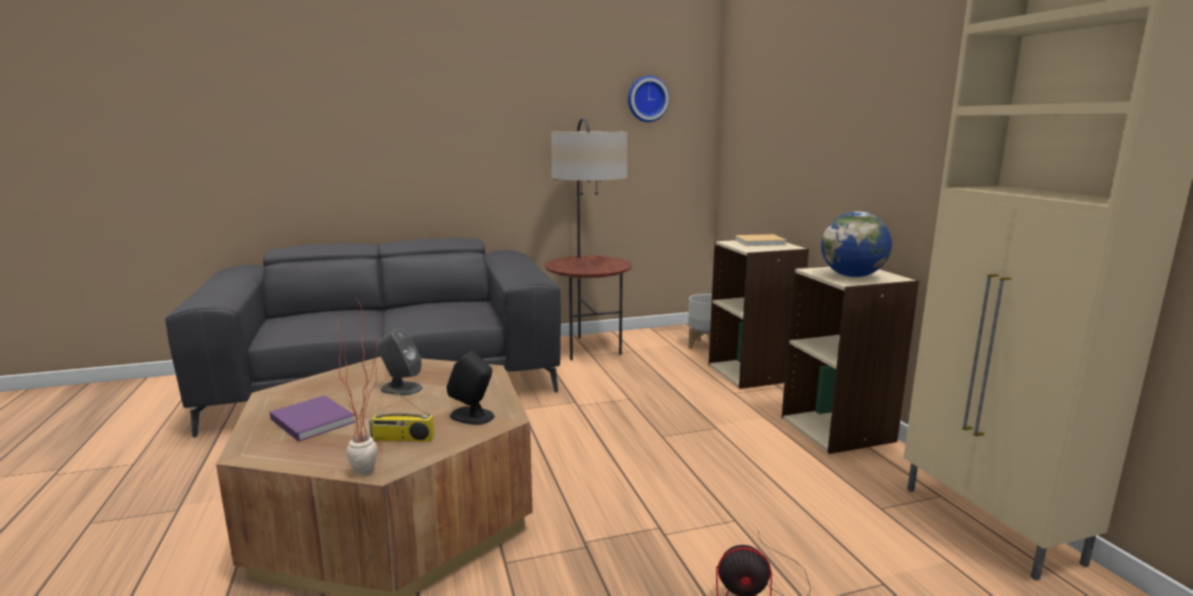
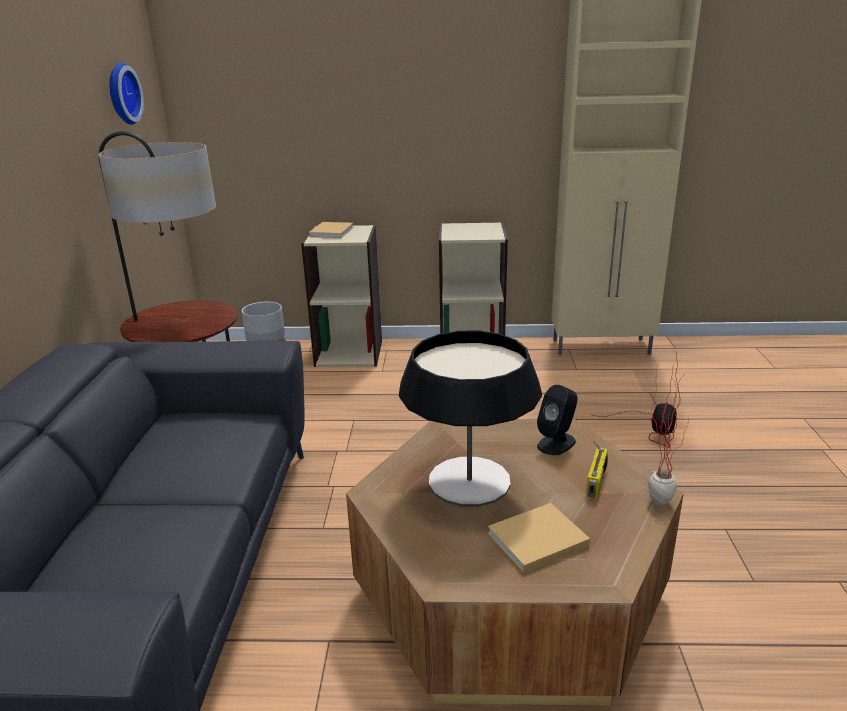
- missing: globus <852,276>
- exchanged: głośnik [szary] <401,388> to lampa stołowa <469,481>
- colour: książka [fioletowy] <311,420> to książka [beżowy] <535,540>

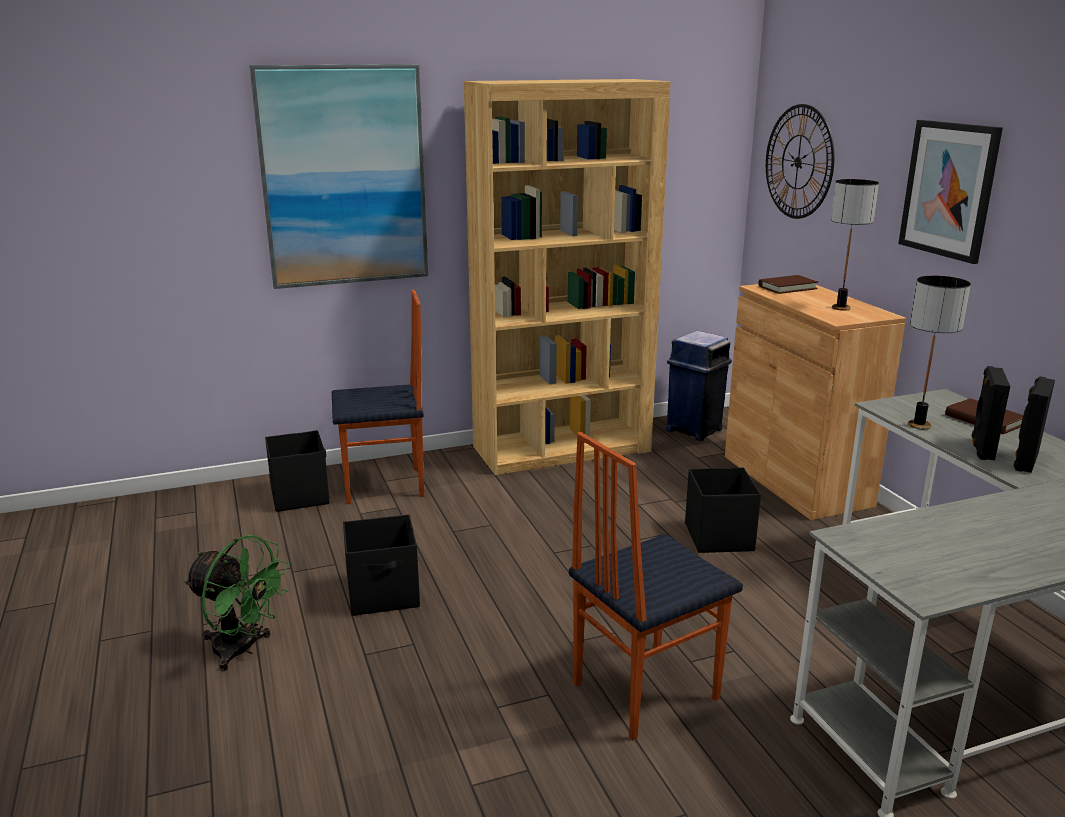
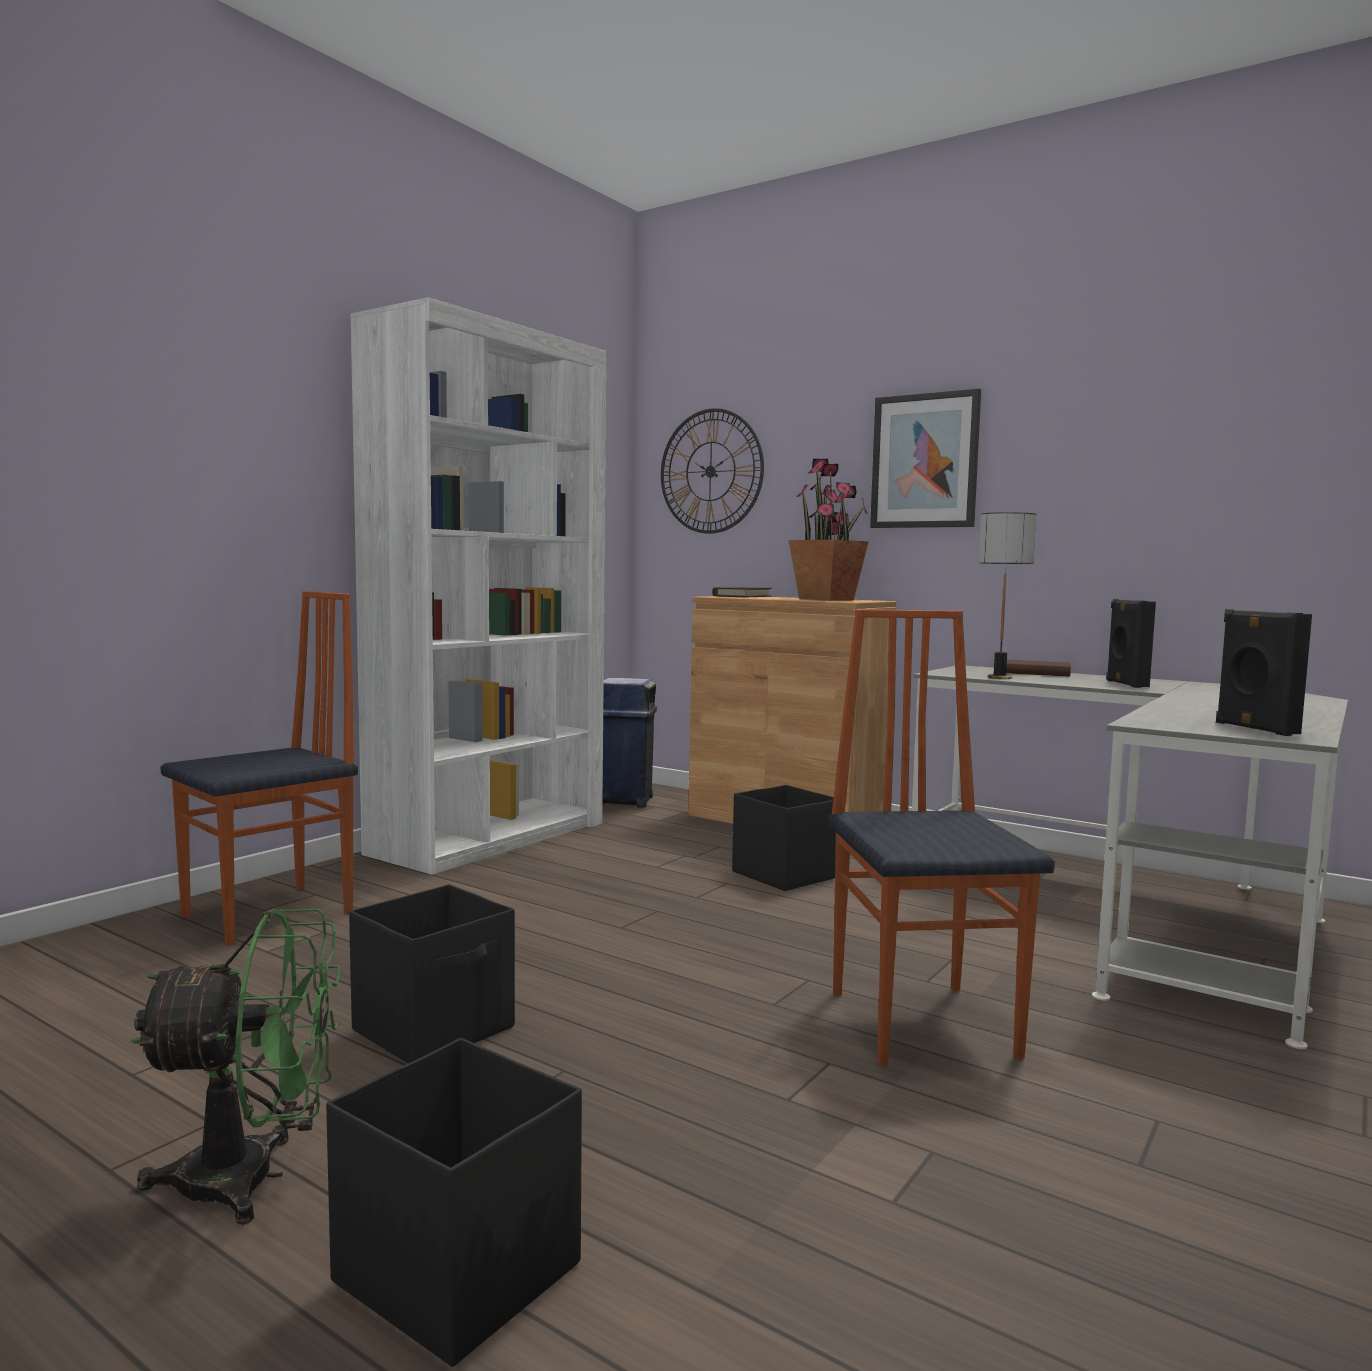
- missing: obraz <344,177>
- colour: regał [brązowy] <562,449> to regał [biały] <490,838>
- exchanged: lampa stołowa <840,308> to roślina doniczkowa <827,599>
- relocated: głośnik [czarny] <981,448> to <1254,728>
- relocated: pojemnik do przechowywania [czarny] <300,495> to <457,1271>
- spun: krzesło <643,690> = <924,1022> 150 degrees clockwise

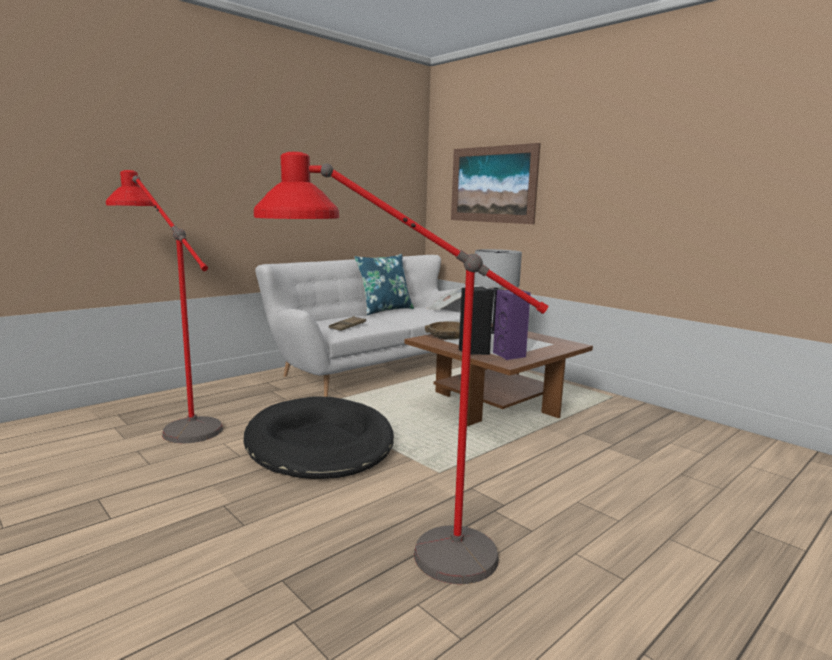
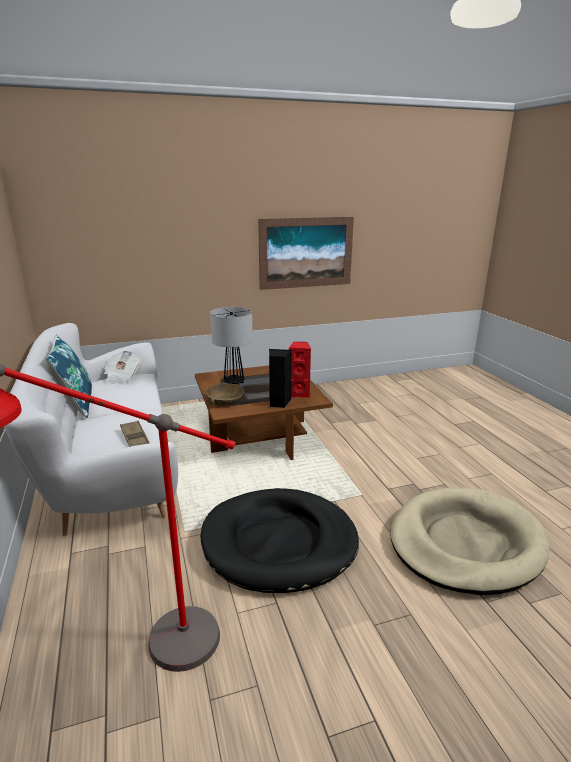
- relocated: obraz <492,184> to <306,252>
- exchanged: lampa stojąca [czerwony] <395,557> to legowisko [beżowy] <465,543>
- colour: głośnik [fioletowy] <510,355> to głośnik [czerwony] <299,393>

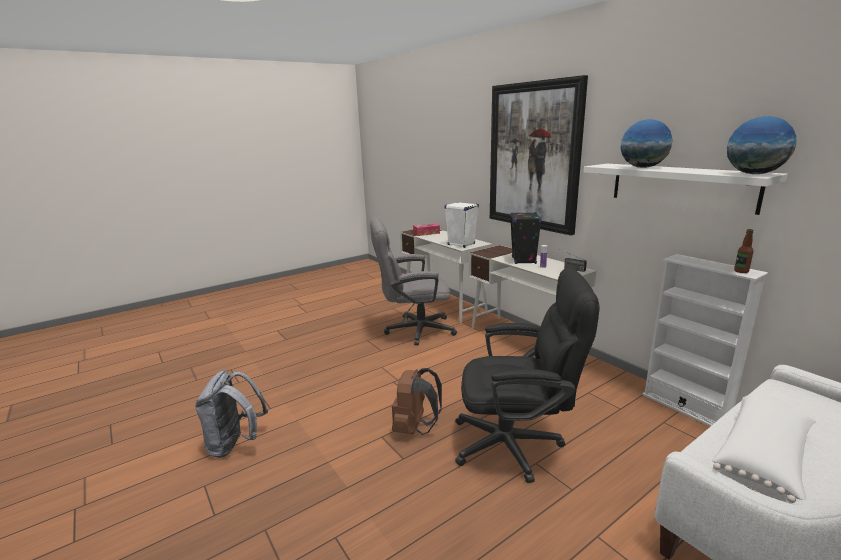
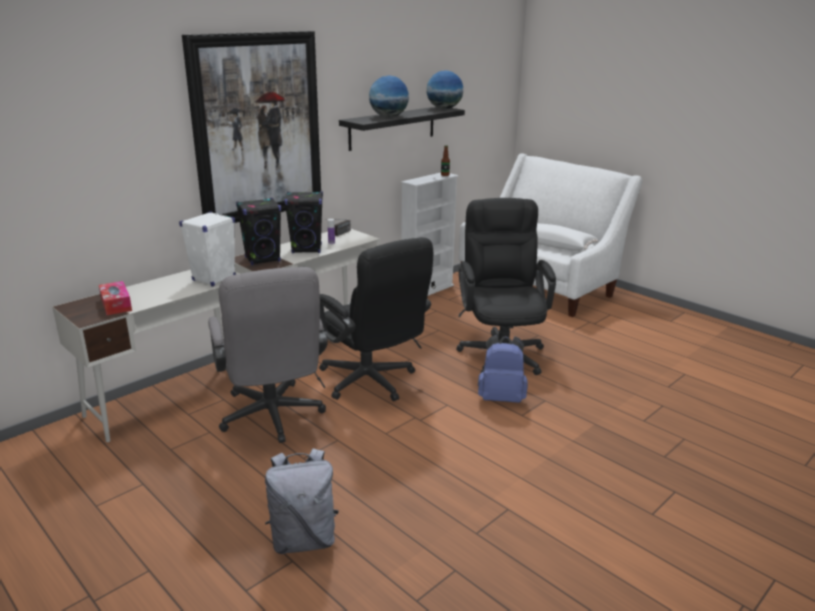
- colour: półka [biały] <681,186> to półka [czarny] <392,128>
- colour: plecak [brązowy] <415,428> to plecak [niebieski] <501,398>
- relocated: plecak [szary] <235,444> to <303,539>
- appeared: głośnik [czarny] <263,259>
- appeared: krzesło biurowe [czarny] <372,383>

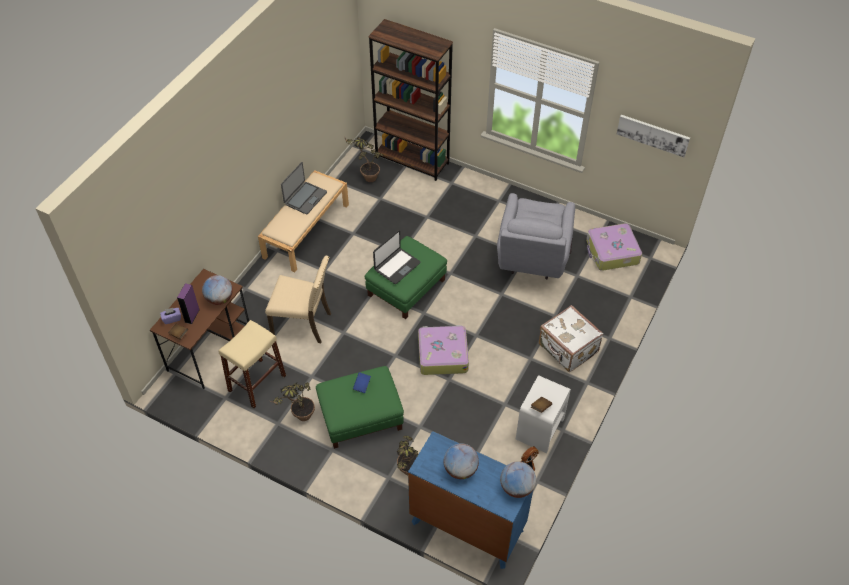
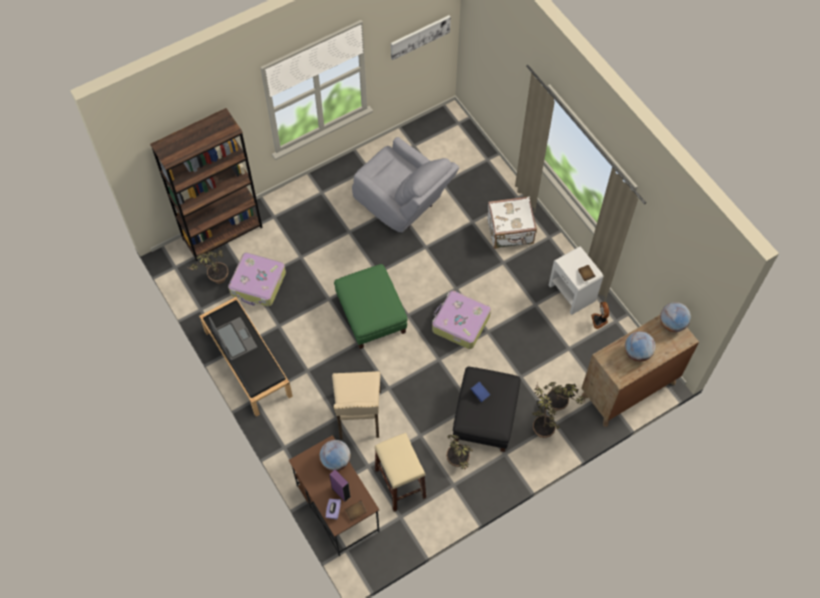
- colour: ławka [beżowy] <306,230> to ławka [czarny] <247,363>
- relocated: walizka <612,252> to <258,284>
- missing: laptop <396,266>
- spun: krzesło [beżowy] <303,324> = <358,416> 135 degrees clockwise
- colour: pufa [zielony] <361,416> to pufa [czarny] <484,415>
- colour: komoda [niebieski] <467,526> to komoda [brązowy] <628,389>
- appeared: roślina doniczkowa <540,426>

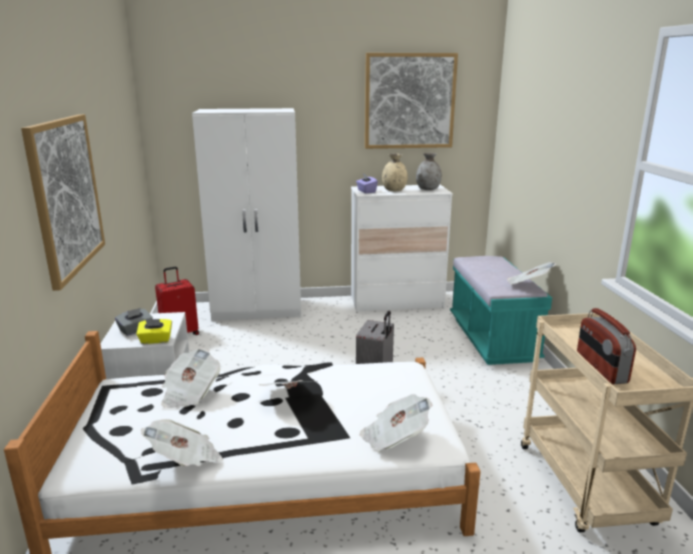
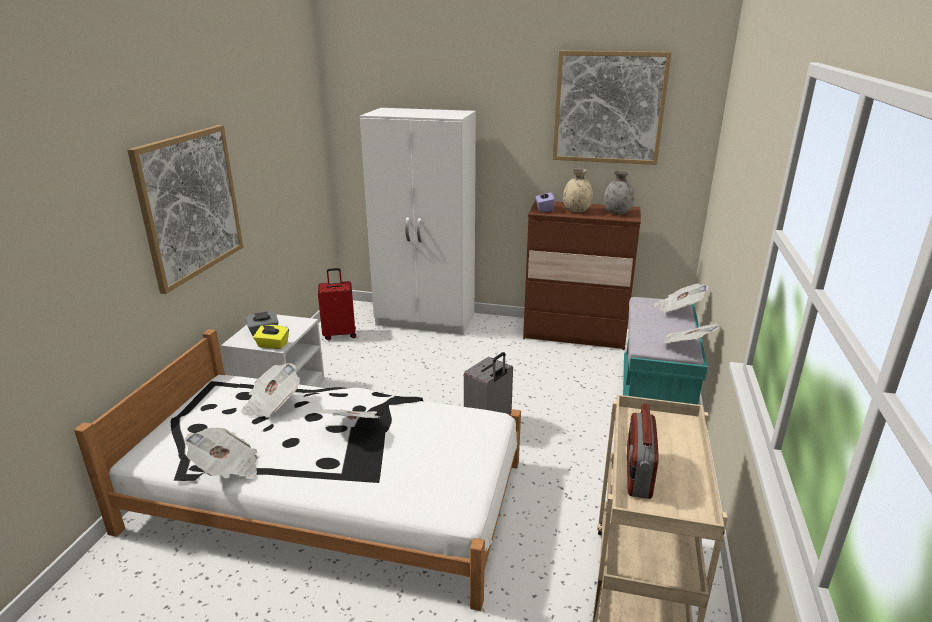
- colour: komoda [biały] <396,302> to komoda [brązowy] <574,334>
- relocated: gazeta <394,437> to <678,309>

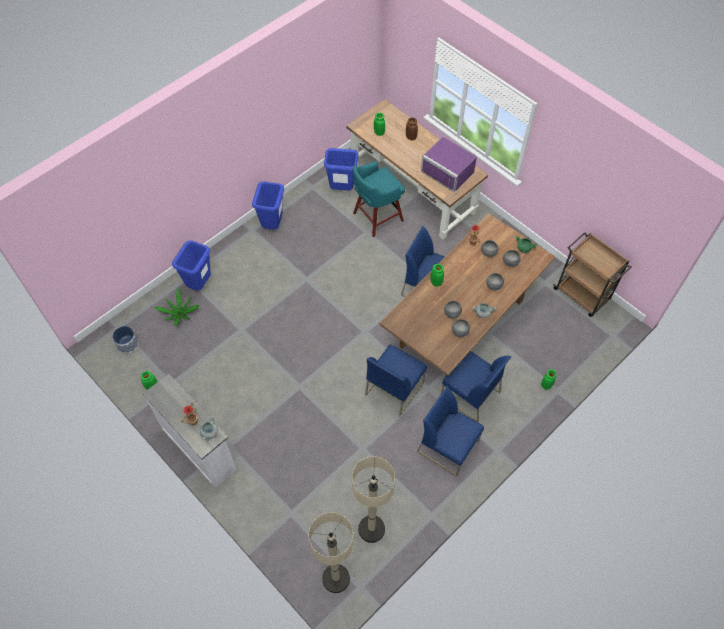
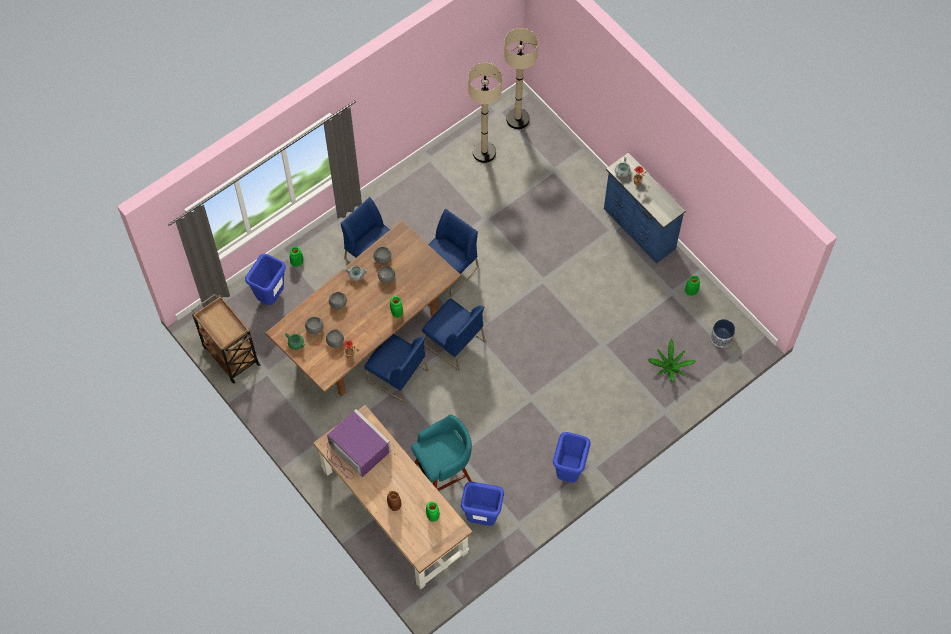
- relocated: kosz na śmieci [niebieski] <200,284> to <271,297>
- colour: komoda [biały] <200,448> to komoda [niebieski] <638,230>
- relocated: krzesło [niebieski] <448,446> to <453,343>

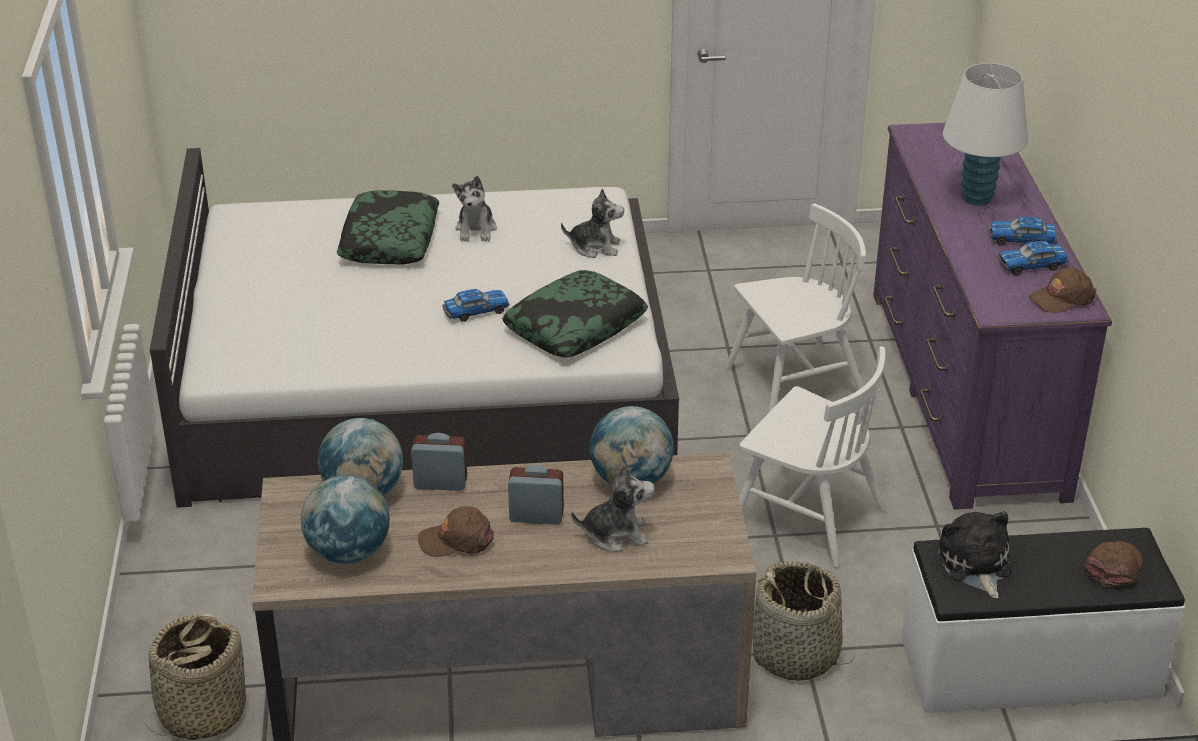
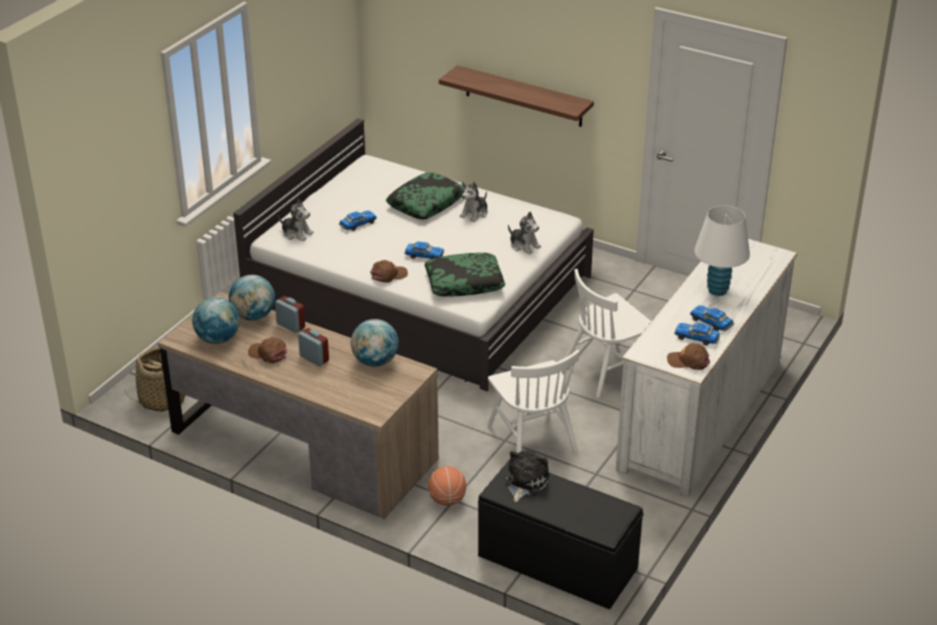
- colour: komoda [fioletowy] <966,391> to komoda [biały] <701,414>
- spun: krzesło [biały] <794,383> = <608,369> 135 degrees clockwise
- relocated: pluszak <615,534> to <296,233>
- colour: ławka [biały] <1029,669> to ławka [czarny] <557,562>
- relocated: czapka z daszkiem [brązowy] <1114,567> to <389,275>
- exchanged: koszyk <796,655> to piłka do koszykówki <447,500>
- appeared: półka <523,96>
- appeared: samochodzik <357,224>

